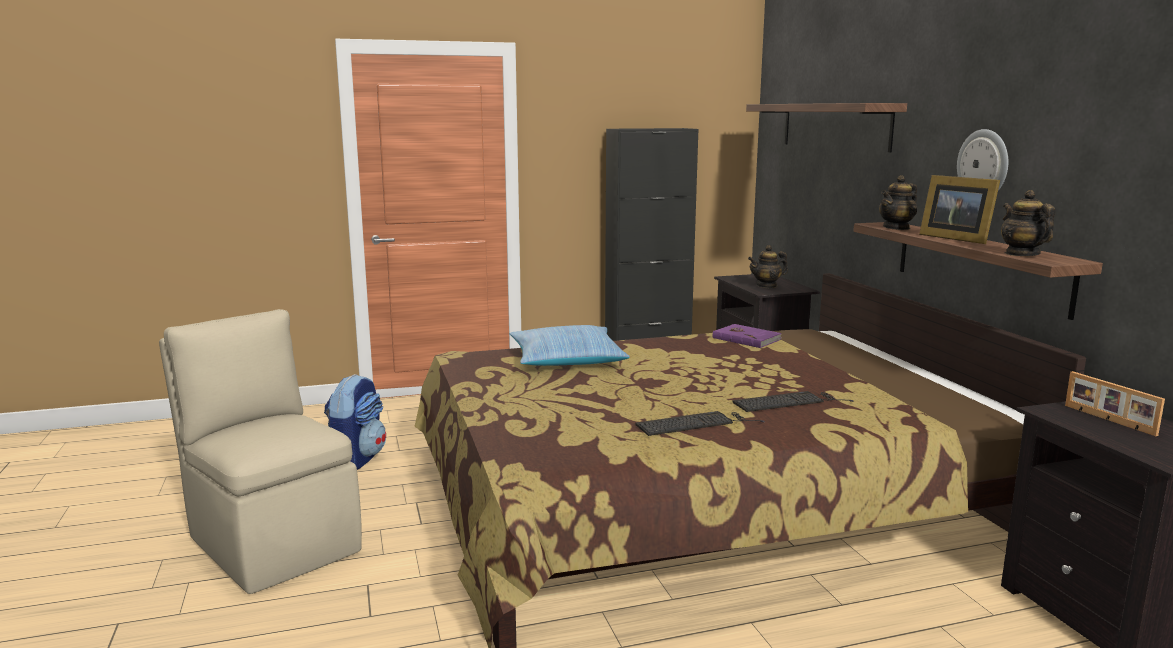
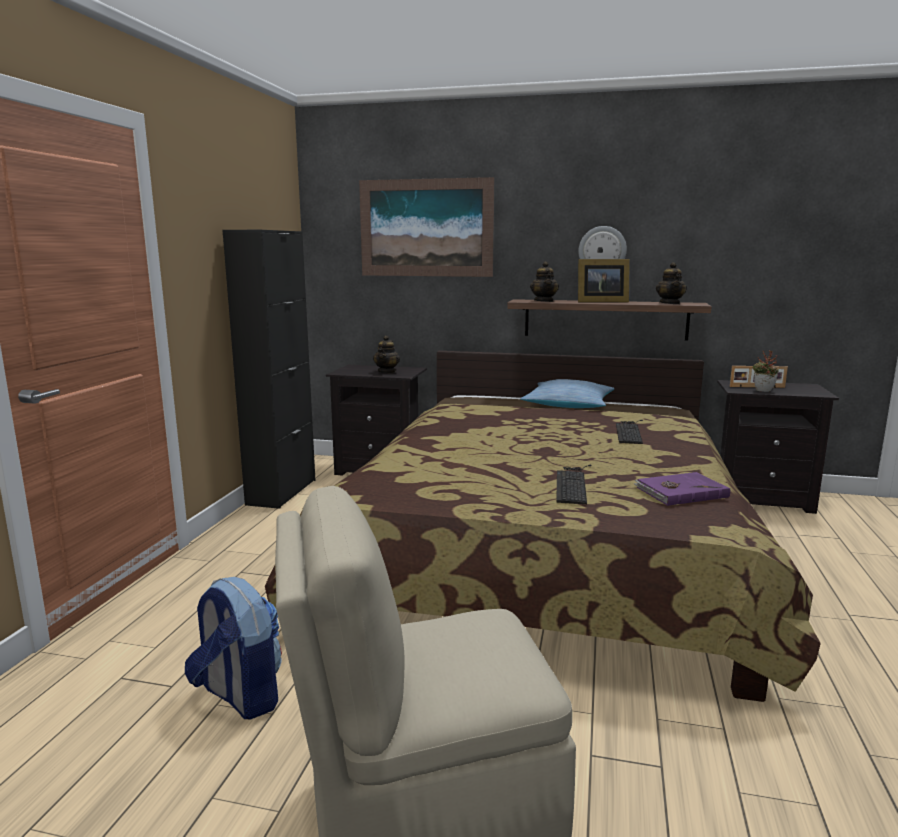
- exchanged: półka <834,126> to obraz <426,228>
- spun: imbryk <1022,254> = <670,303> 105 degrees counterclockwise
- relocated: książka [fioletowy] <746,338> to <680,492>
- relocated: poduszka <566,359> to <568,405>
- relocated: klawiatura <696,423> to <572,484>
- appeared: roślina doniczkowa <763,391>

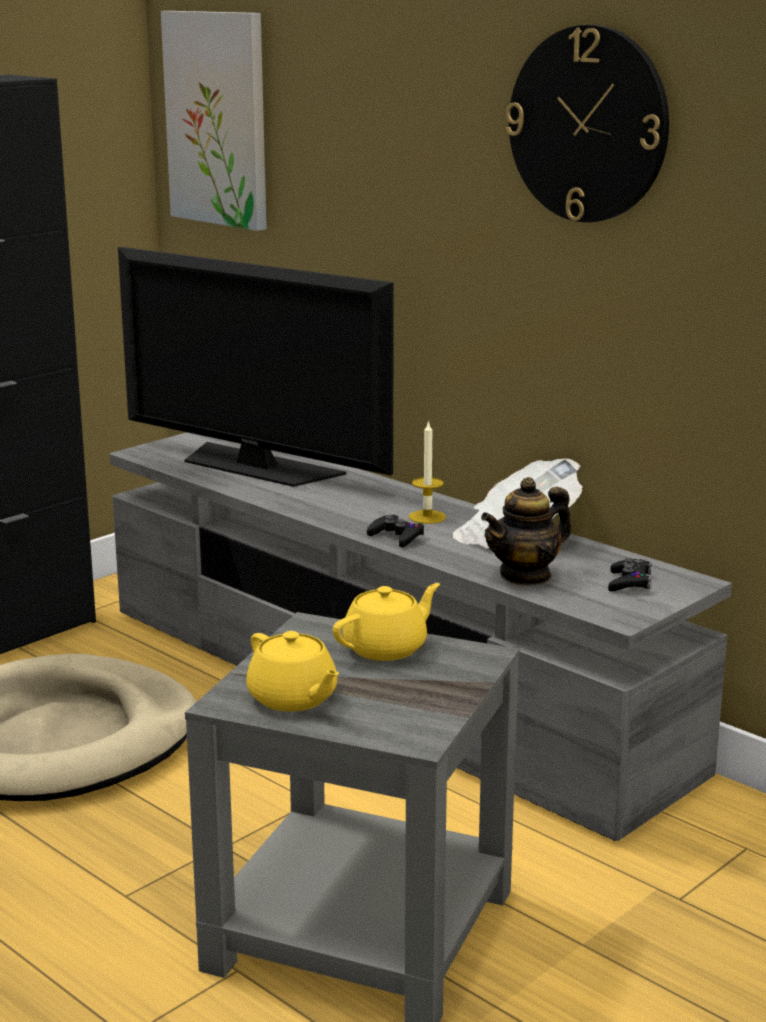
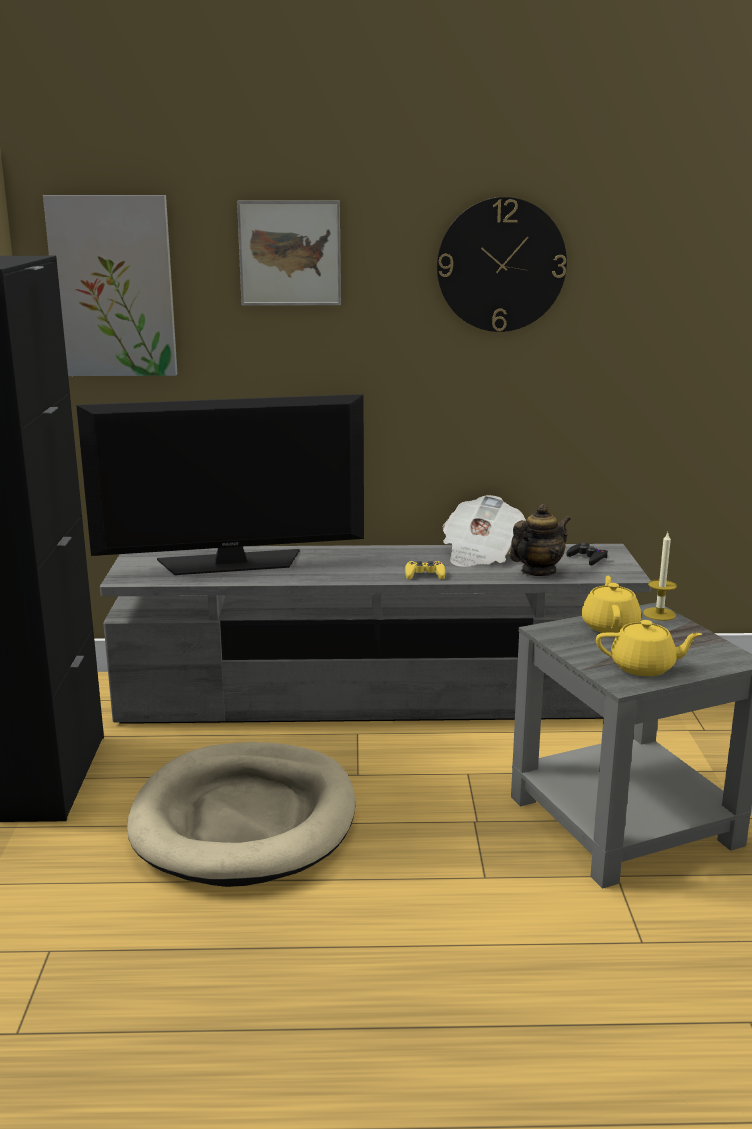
- relocated: świeca <427,517> to <659,614>
- spun: imbryk <525,575> = <538,571> 135 degrees counterclockwise
- colour: pad do gier [czarny] <396,537> to pad do gier [żółty] <424,575>
- appeared: obraz <290,253>

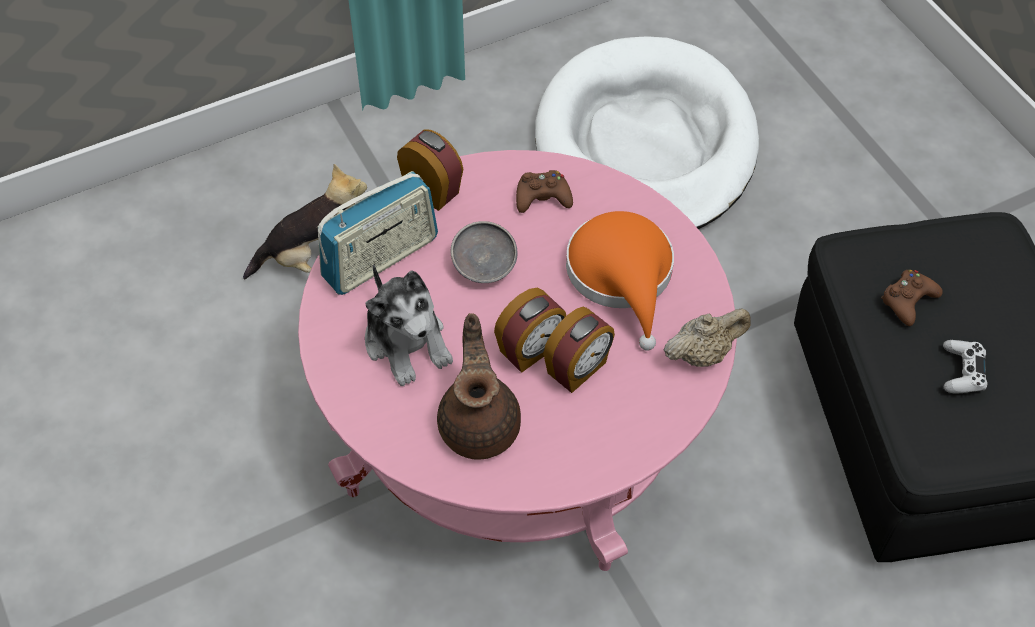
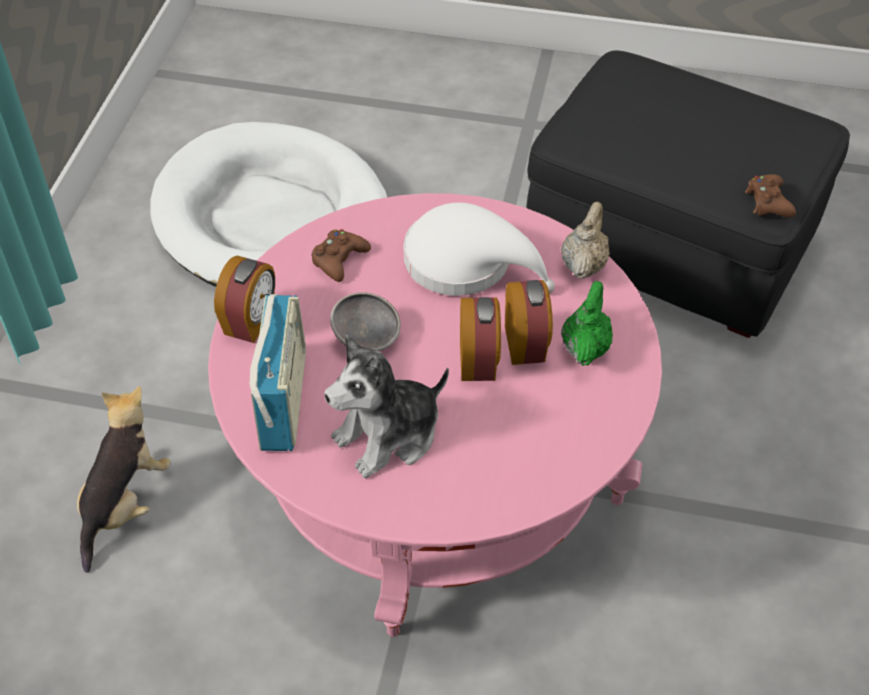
- spun: budzik <432,189> = <251,321> 120 degrees clockwise
- colour: kapelusz [pomarańczowy] <622,276> to kapelusz [biały] <466,263>
- spun: pluszak <407,342> = <389,435> 135 degrees clockwise
- relocated: pad do gier [brązowy] <908,301> to <768,202>
- missing: imbryk [brązowy] <480,423>
- missing: pad do gier [biały] <962,371>
- appeared: imbryk [zielony] <585,347>

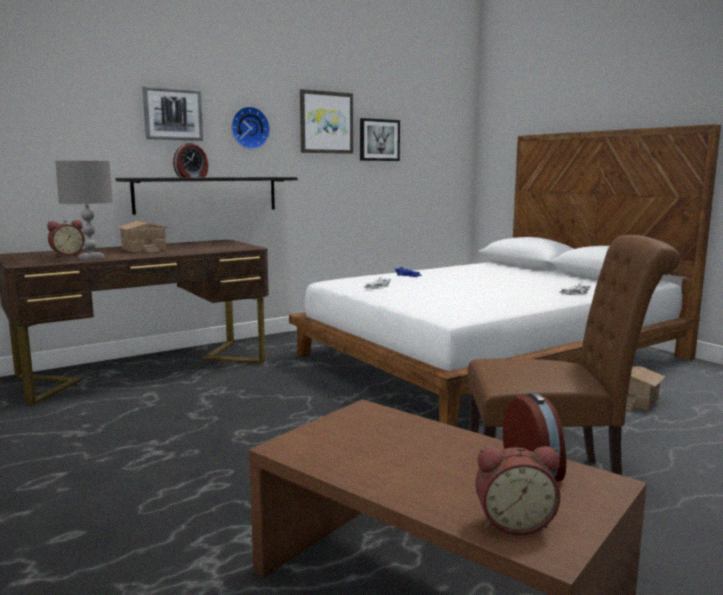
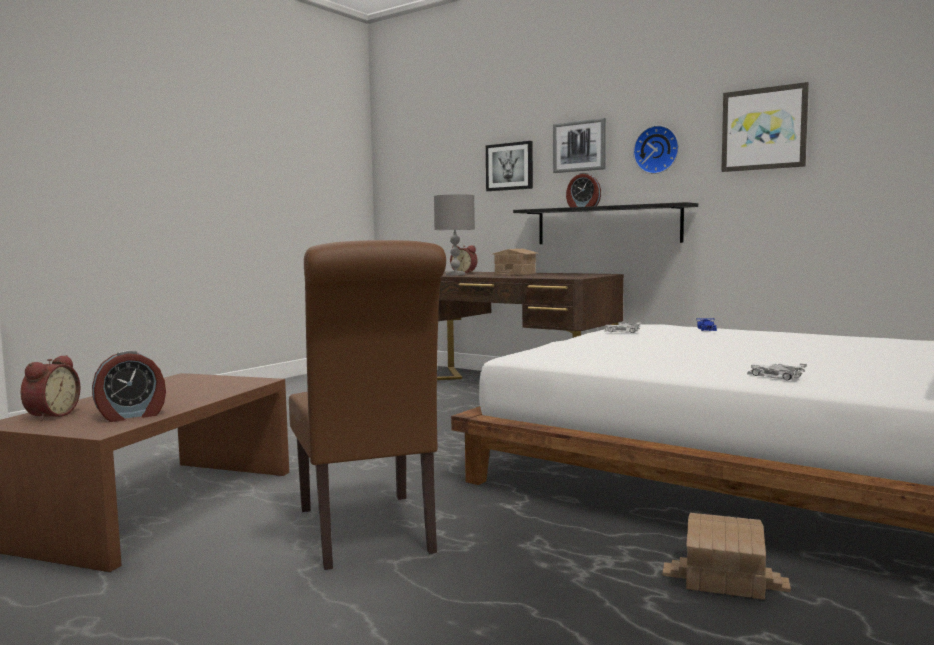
- relocated: obraz <379,140> to <509,166>
- spun: budzik <513,522> = <50,415> 150 degrees counterclockwise

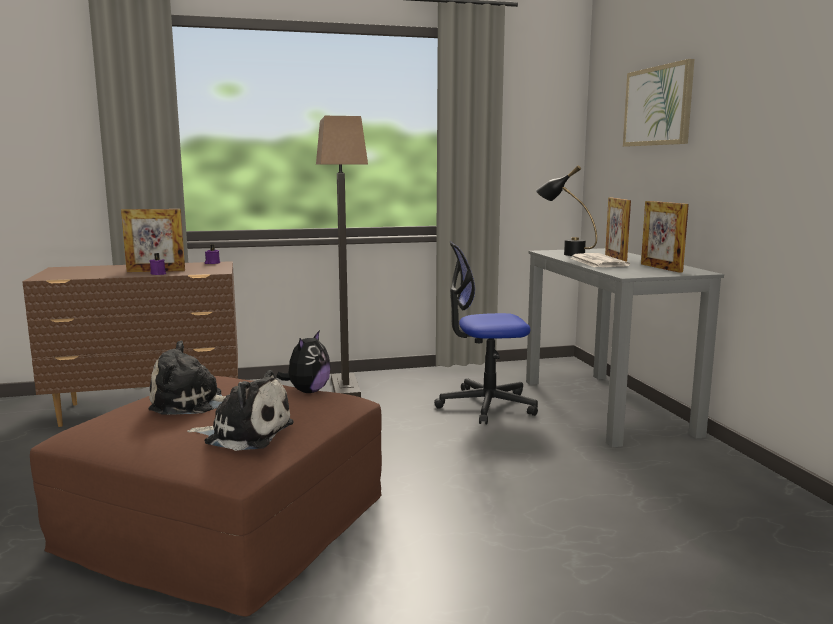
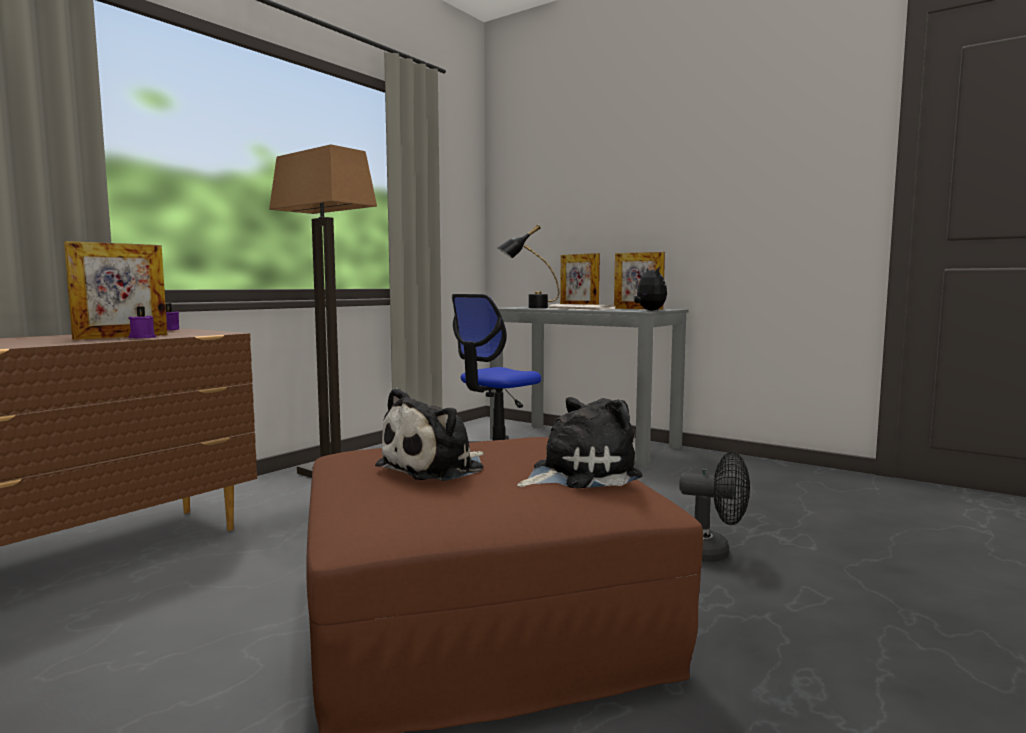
- missing: obraz <658,106>
- relocated: pluszak <307,391> to <649,310>
- appeared: wentylator [czarny] <711,553>

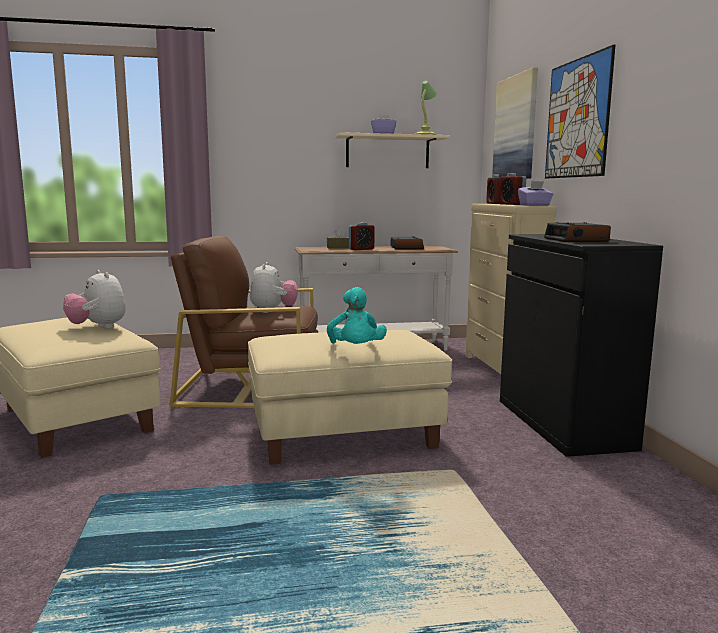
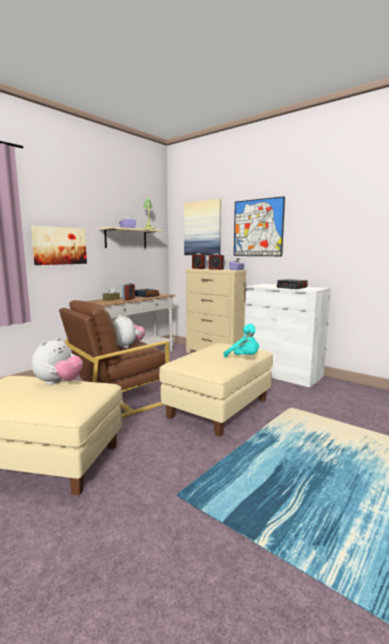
- colour: szafka [czarny] <563,423> to szafka [biały] <282,374>
- spun: pluszak <98,327> = <59,383> 75 degrees counterclockwise
- appeared: obraz <59,246>

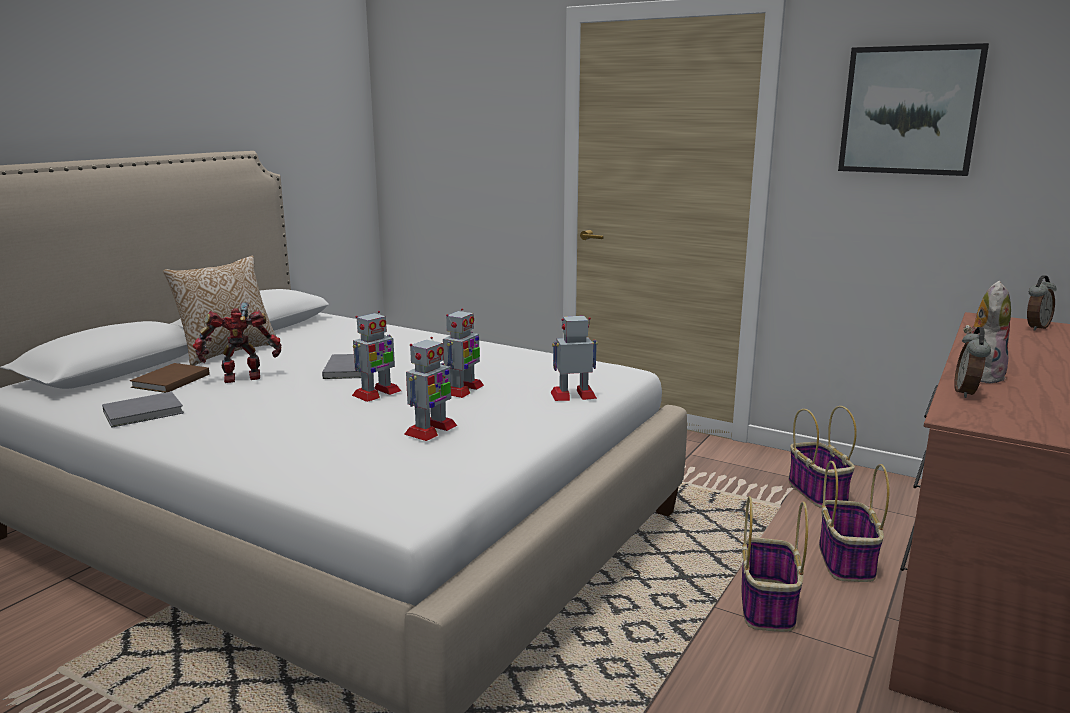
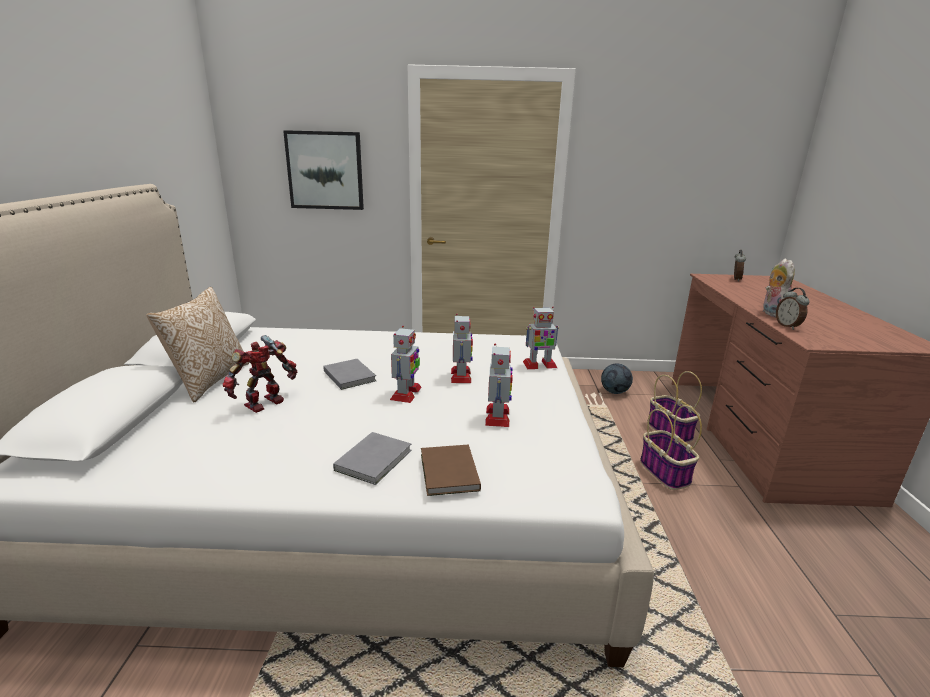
- relocated: obraz <909,110> to <325,170>
- spun: robot zabawkowy <574,395> = <539,365> 150 degrees counterclockwise
- relocated: książka [brązowy] <169,381> to <448,473>
- relocated: książka [szary] <145,412> to <376,459>
- exchanged: koszyk <818,492> to piłka futbolowa <614,392>

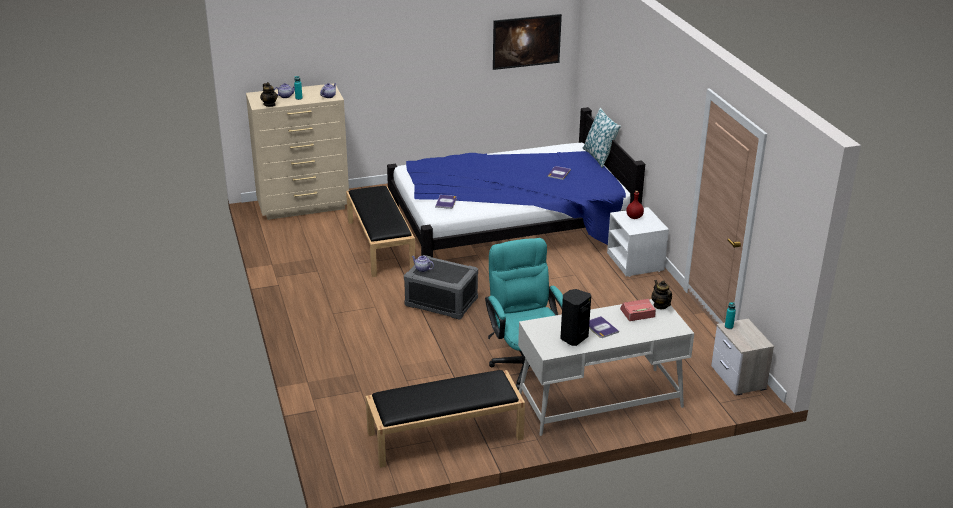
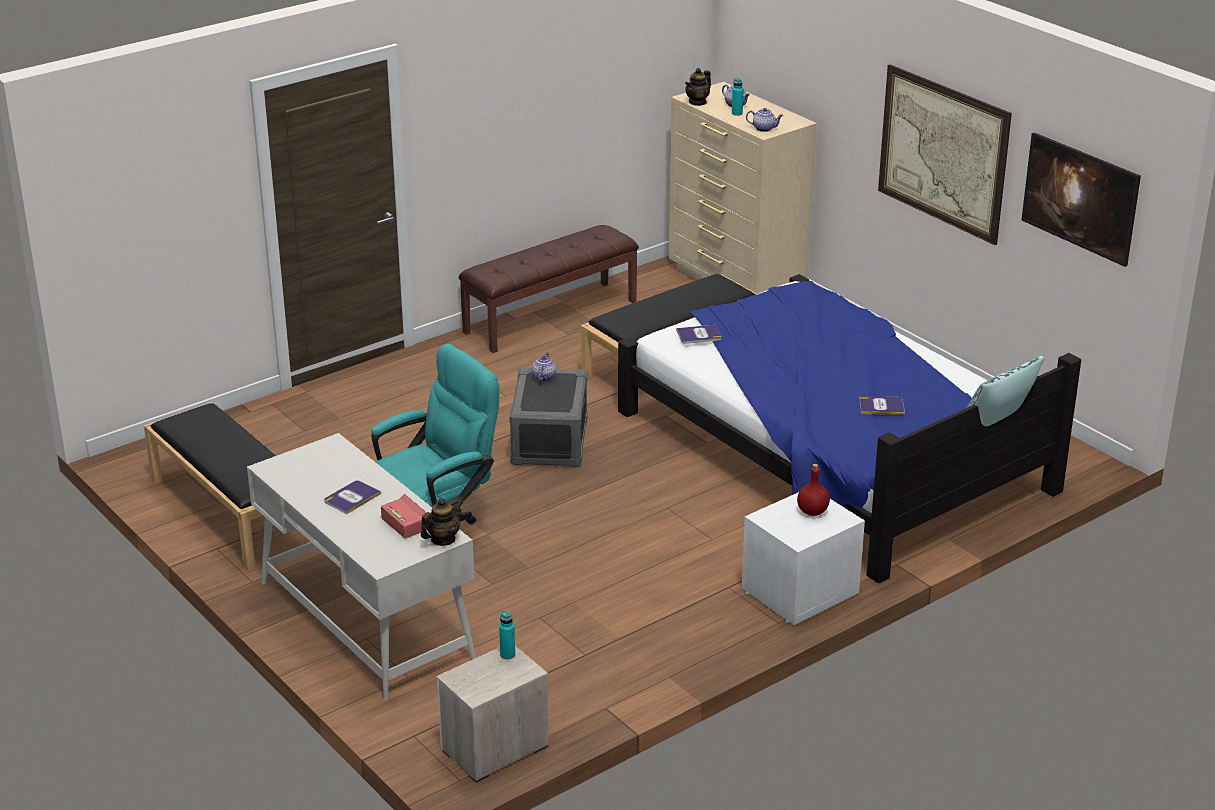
- missing: głośnik [czarny] <573,337>
- appeared: obraz <943,153>
- appeared: ławka [brązowy] <550,316>

